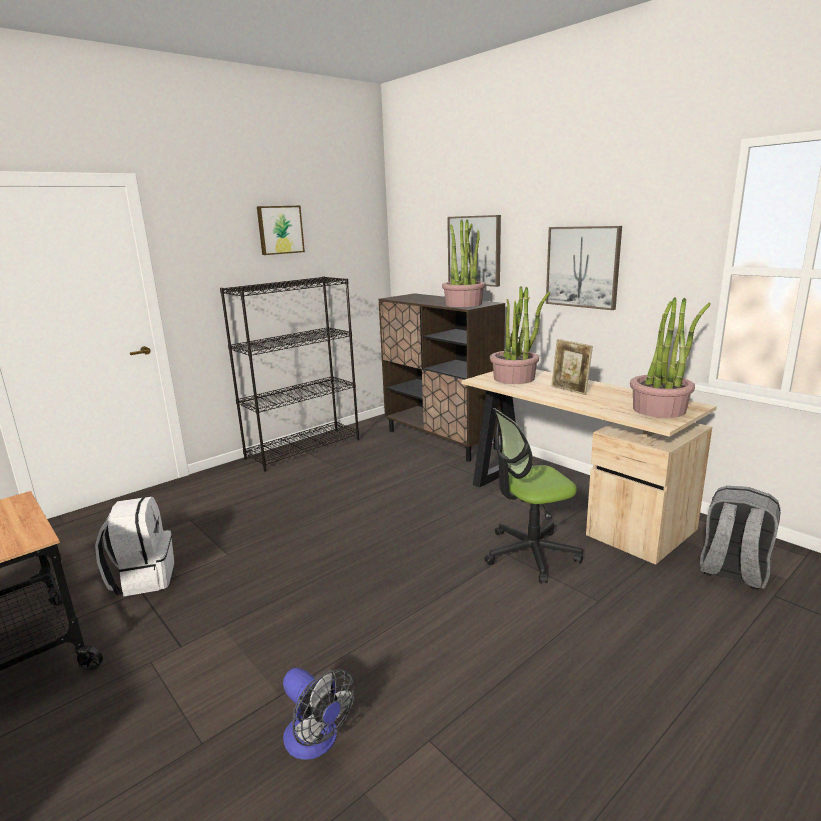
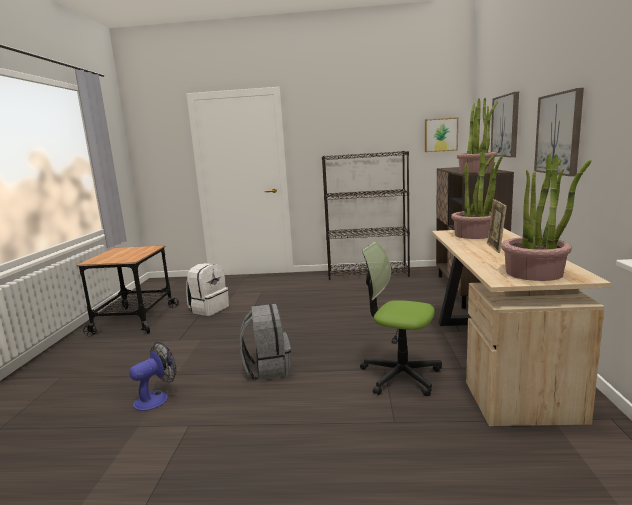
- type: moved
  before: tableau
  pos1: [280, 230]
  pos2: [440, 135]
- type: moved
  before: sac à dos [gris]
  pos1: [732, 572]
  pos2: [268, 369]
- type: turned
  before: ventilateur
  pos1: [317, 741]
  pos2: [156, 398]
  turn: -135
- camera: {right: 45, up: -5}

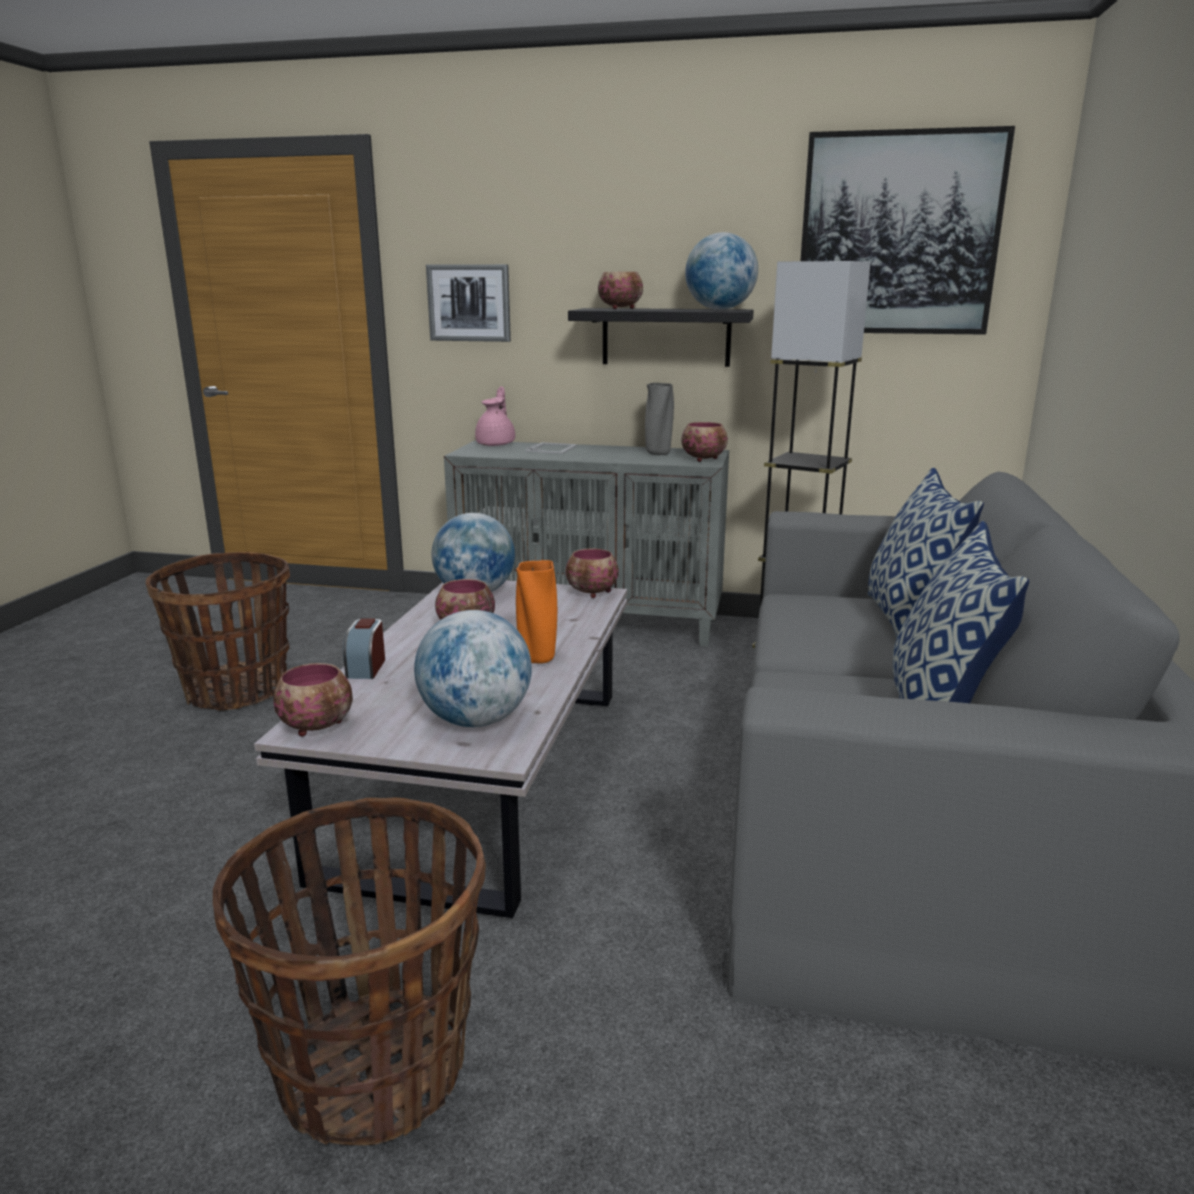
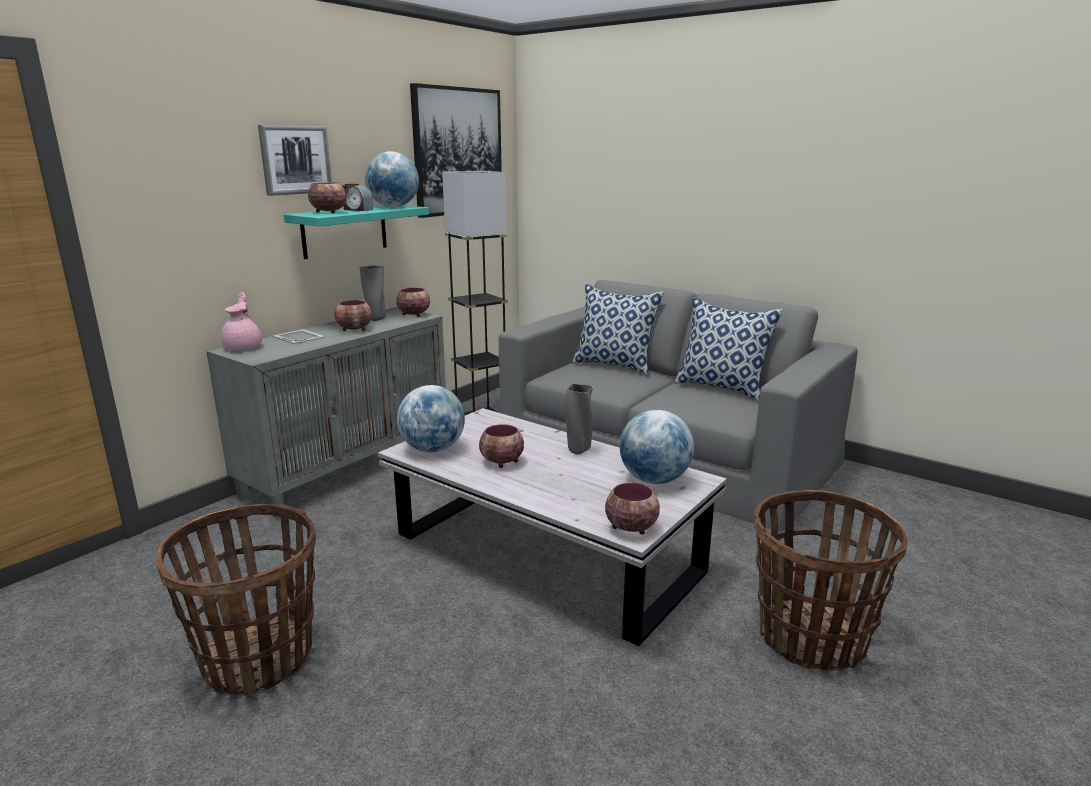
- type: moved
  before: réveil
  pos1: [366, 668]
  pos2: [357, 210]
- type: moved
  before: tableau
  pos1: [469, 303]
  pos2: [295, 160]
- type: moved
  before: bol
  pos1: [592, 593]
  pos2: [355, 330]
- type: recoloured
  before: vase [orange]
  after: vase [gris]
  pos1: [537, 660]
  pos2: [578, 450]
- type: recoloured
  before: étagère [noir]
  after: étagère [turquoise]
  pos1: [666, 337]
  pos2: [345, 231]
- type: turned
  before: théière [rose]
  pos1: [497, 444]
  pos2: [244, 347]
  turn: 45
- camera: {right: -65, up: 0}

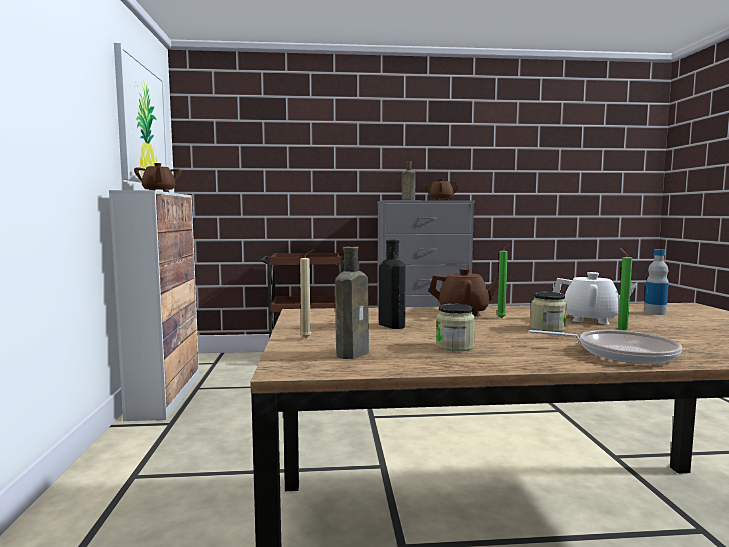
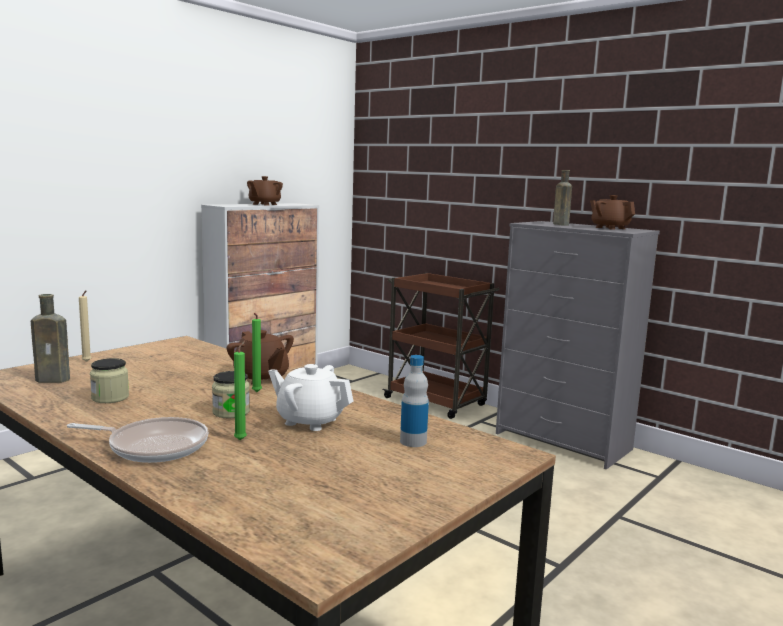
- type: removed
  before: tableau
  pos1: [141, 124]
- type: removed
  before: bouteille [noir]
  pos1: [390, 325]
- type: turned
  before: poêle
  pos1: [619, 353]
  pos2: [153, 446]
  turn: -60
- type: turned
  before: théière [blanc]
  pos1: [590, 319]
  pos2: [310, 421]
  turn: 135
- camera: {right: 45, up: 5}

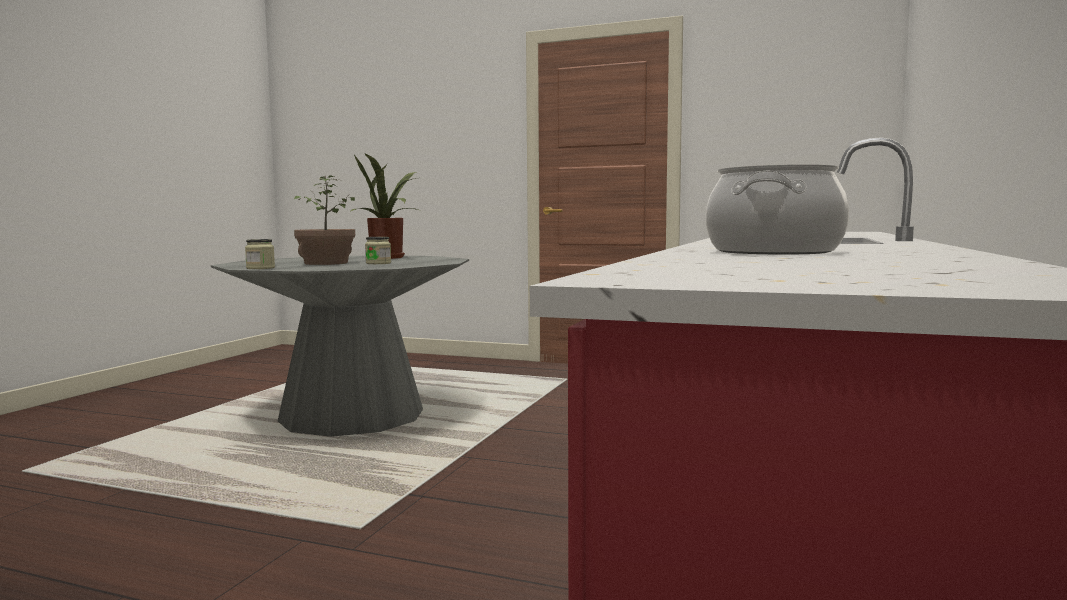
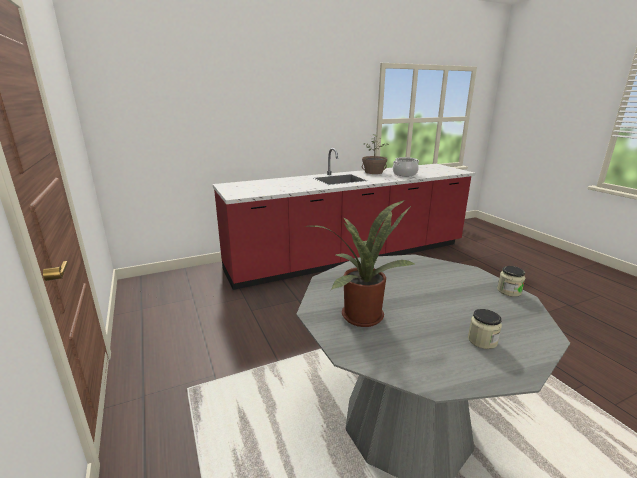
- type: moved
  before: plante en pot
  pos1: [326, 263]
  pos2: [373, 172]
- type: moved
  before: bocal
  pos1: [378, 263]
  pos2: [482, 340]
- camera: {right: -135, up: 15}

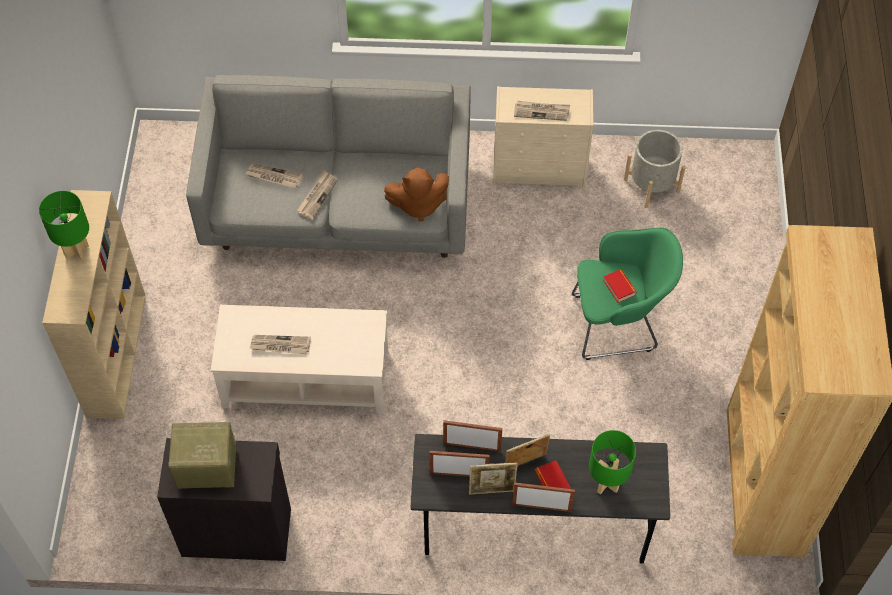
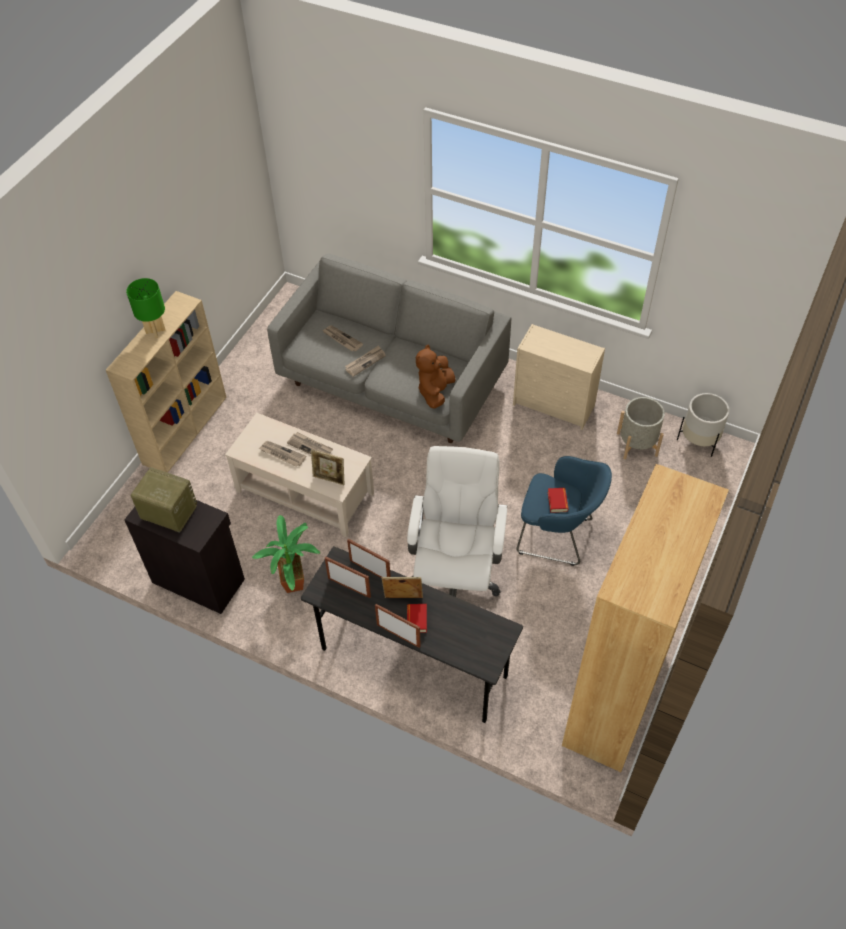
- type: removed
  before: lampe de table [vert]
  pos1: [606, 483]
- type: added
  after: plante en pot
  pos2: [295, 581]
- type: added
  after: chaise de bureau [blanc]
  pos2: [455, 575]
- type: added
  after: cache-pot [blanc]
  pos2: [699, 440]
- type: moved
  before: cadre photo
  pos1: [492, 490]
  pos2: [329, 479]
- type: moved
  before: journal
  pos1: [542, 111]
  pos2: [310, 447]
- type: recoloured
  before: fauteuil [vert]
  after: fauteuil [bleu]
  pos1: [618, 323]
  pos2: [558, 536]
- type: turned
  before: peluche [marron]
  pos1: [419, 204]
  pos2: [435, 391]
  turn: 90
- camera: {right: 25, up: -5}

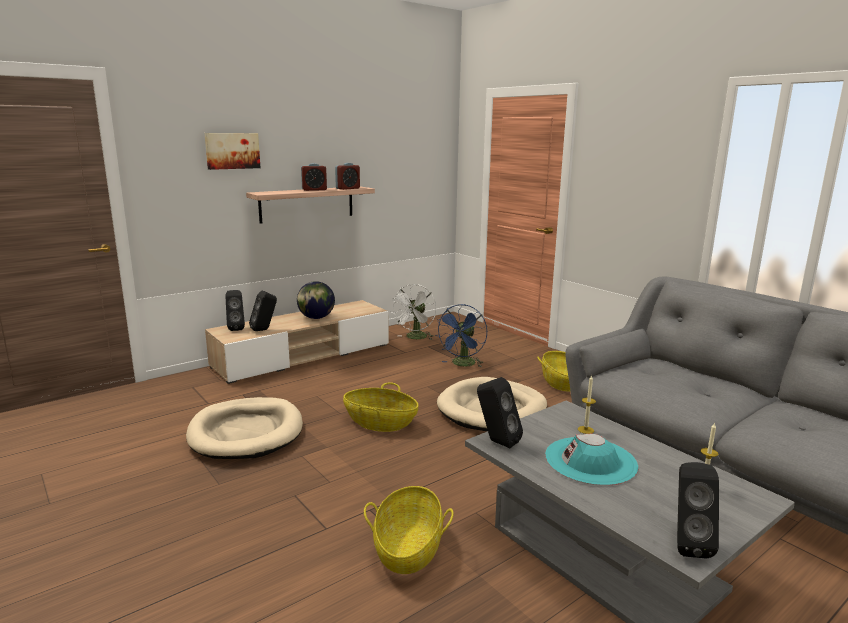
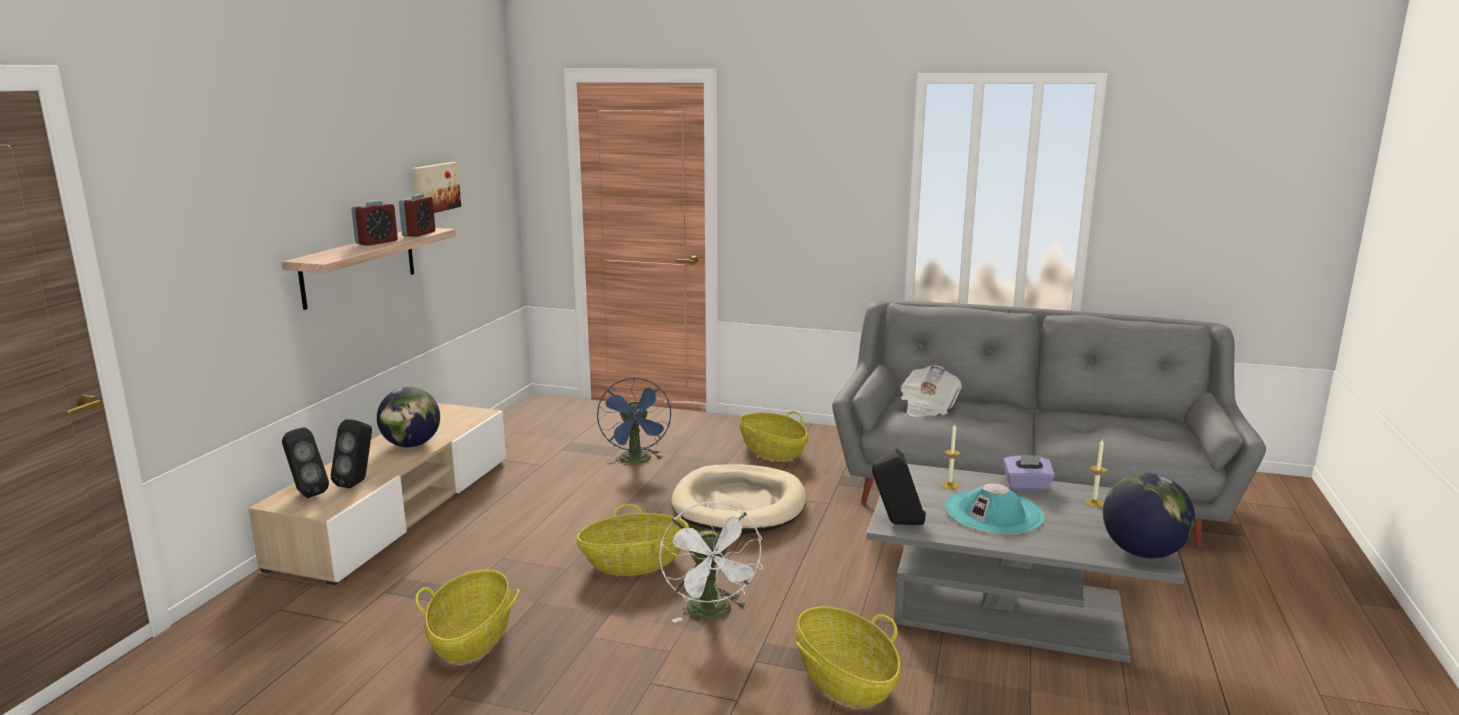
- type: added
  after: journal
  pos2: [927, 408]
- type: added
  after: boîte à mouchoirs [violet]
  pos2: [1027, 486]
- type: moved
  before: tableau
  pos1: [232, 150]
  pos2: [434, 188]
- type: moved
  before: ventilateur [blanc]
  pos1: [415, 338]
  pos2: [713, 614]
- type: replaced
  before: panier pour chien [beige]
  after: panier
  pos1: [246, 432]
  pos2: [471, 638]
- type: replaced
  before: enceinte [noir]
  after: globe
  pos1: [686, 543]
  pos2: [1142, 552]
- camera: {right: -35, up: 0}

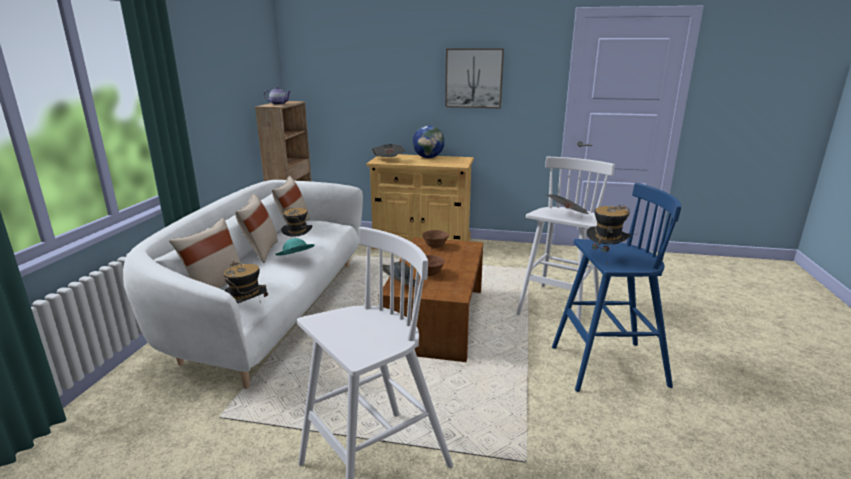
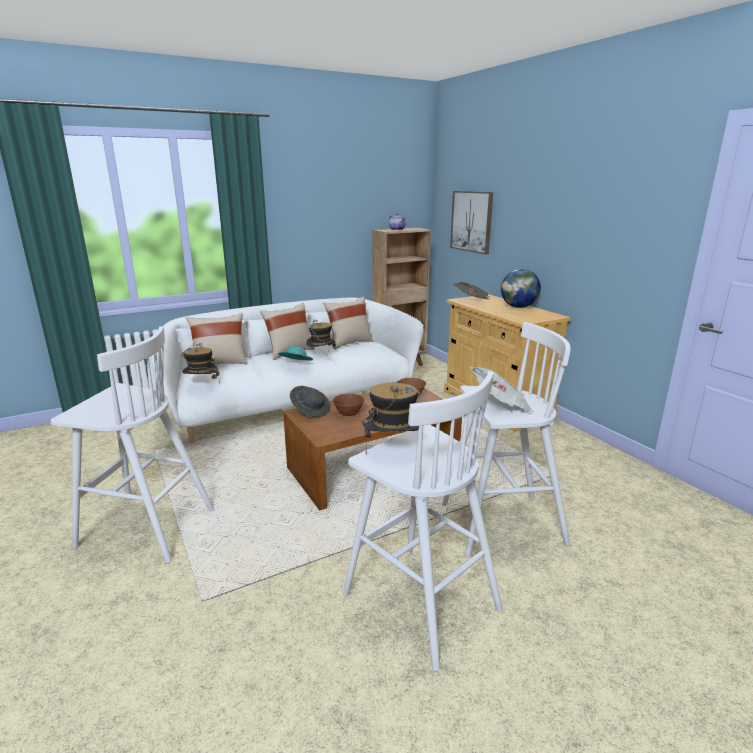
- type: moved
  before: tableau
  pos1: [474, 78]
  pos2: [472, 221]
- type: recoloured
  before: tabouret [bleu]
  after: tabouret [blanc]
  pos1: [606, 366]
  pos2: [418, 600]
- camera: {right: 50, up: 0}

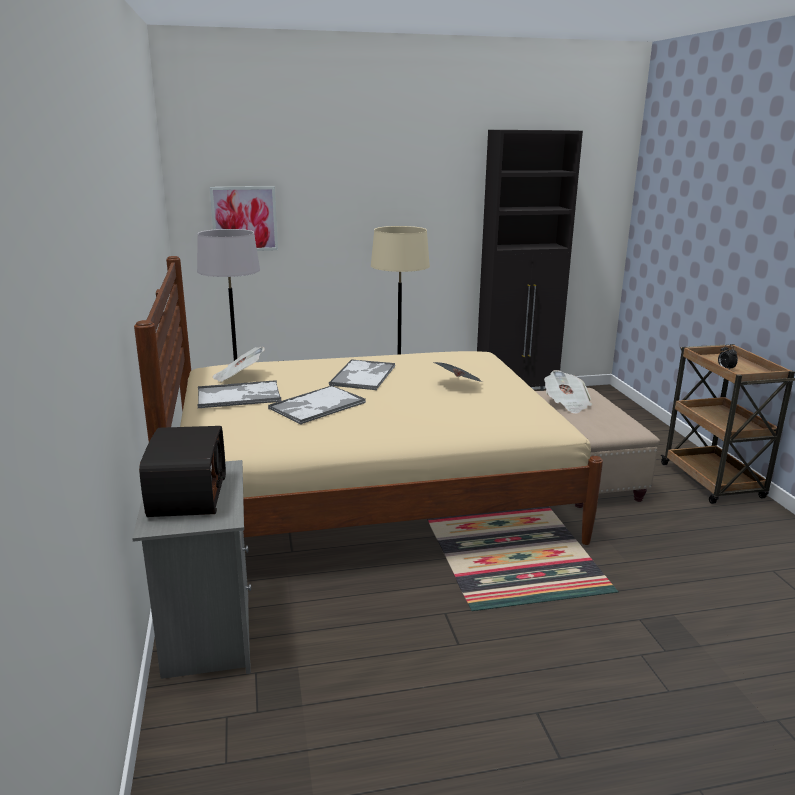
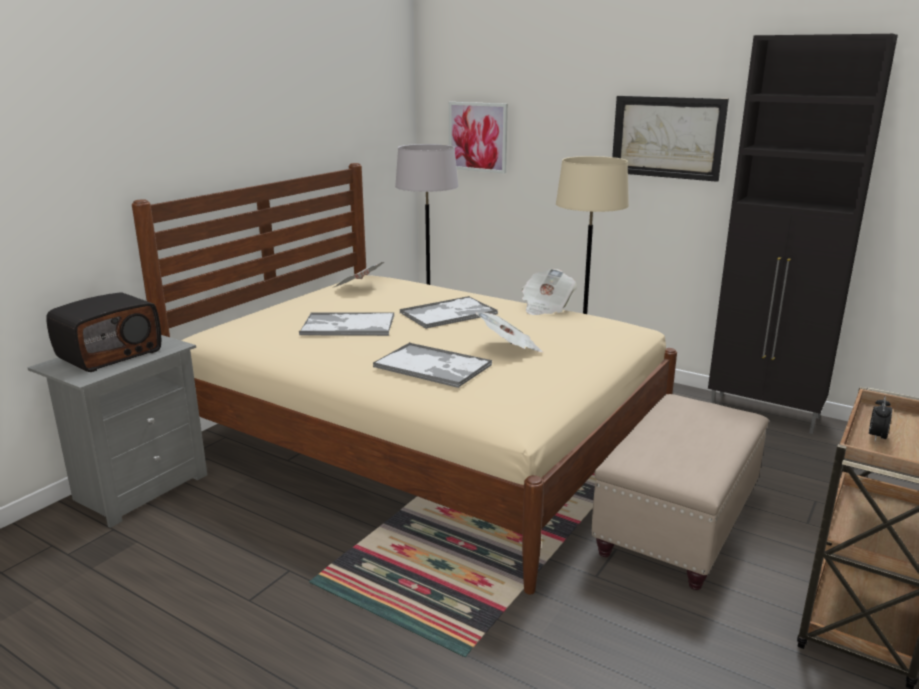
- type: added
  after: tableau
  pos2: [667, 137]
- type: moved
  before: plateau
  pos1: [239, 396]
  pos2: [433, 366]
- type: moved
  before: journal
  pos1: [566, 404]
  pos2: [546, 307]
- camera: {right: 45, up: 0}

